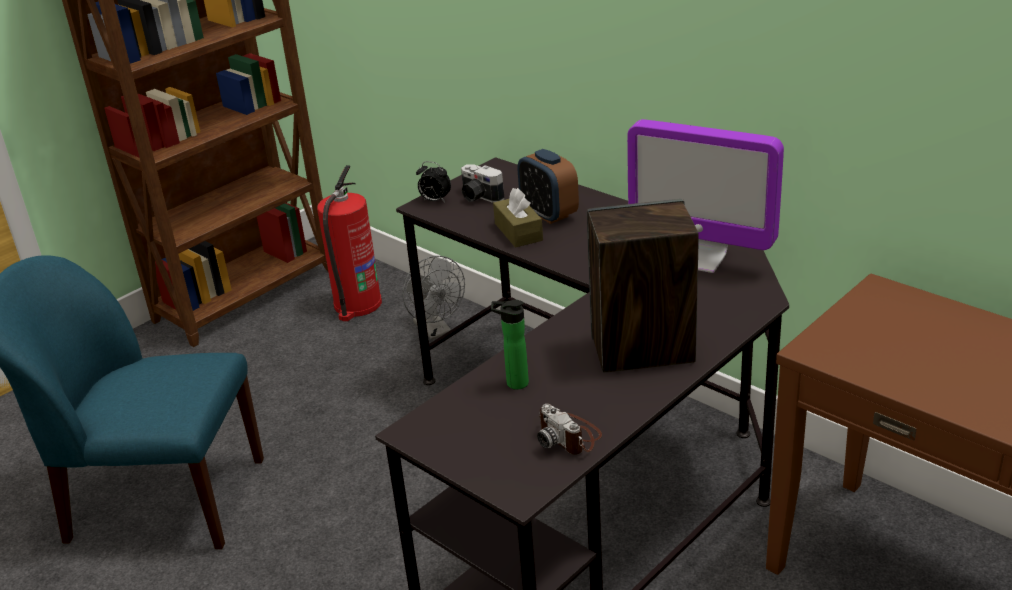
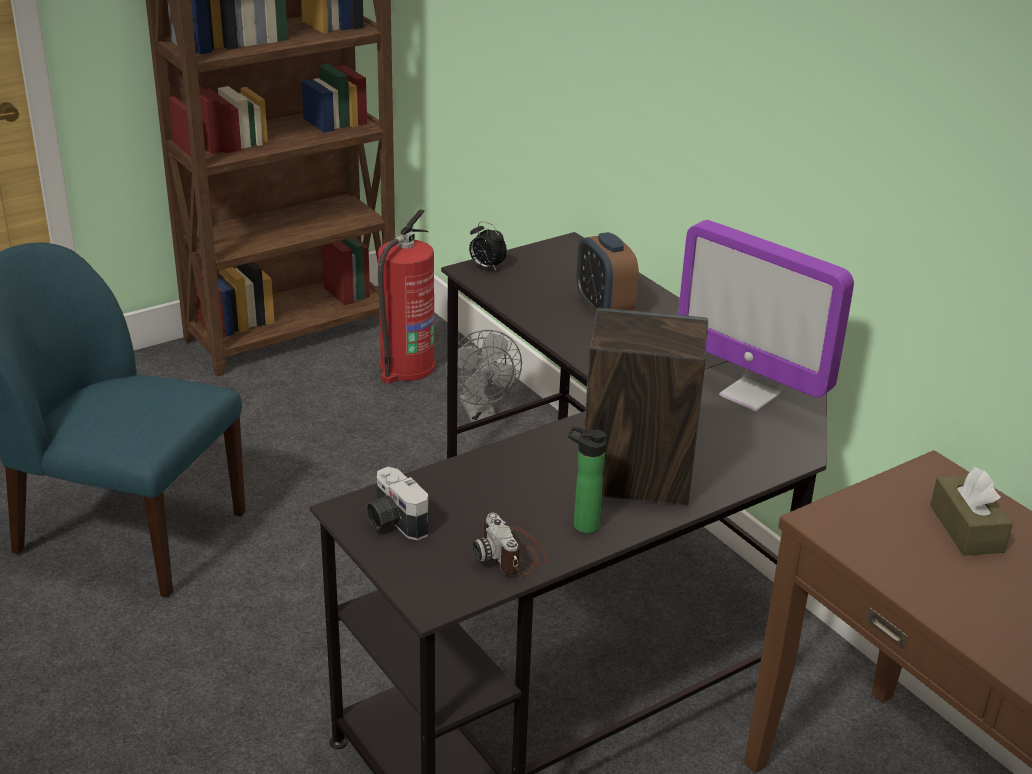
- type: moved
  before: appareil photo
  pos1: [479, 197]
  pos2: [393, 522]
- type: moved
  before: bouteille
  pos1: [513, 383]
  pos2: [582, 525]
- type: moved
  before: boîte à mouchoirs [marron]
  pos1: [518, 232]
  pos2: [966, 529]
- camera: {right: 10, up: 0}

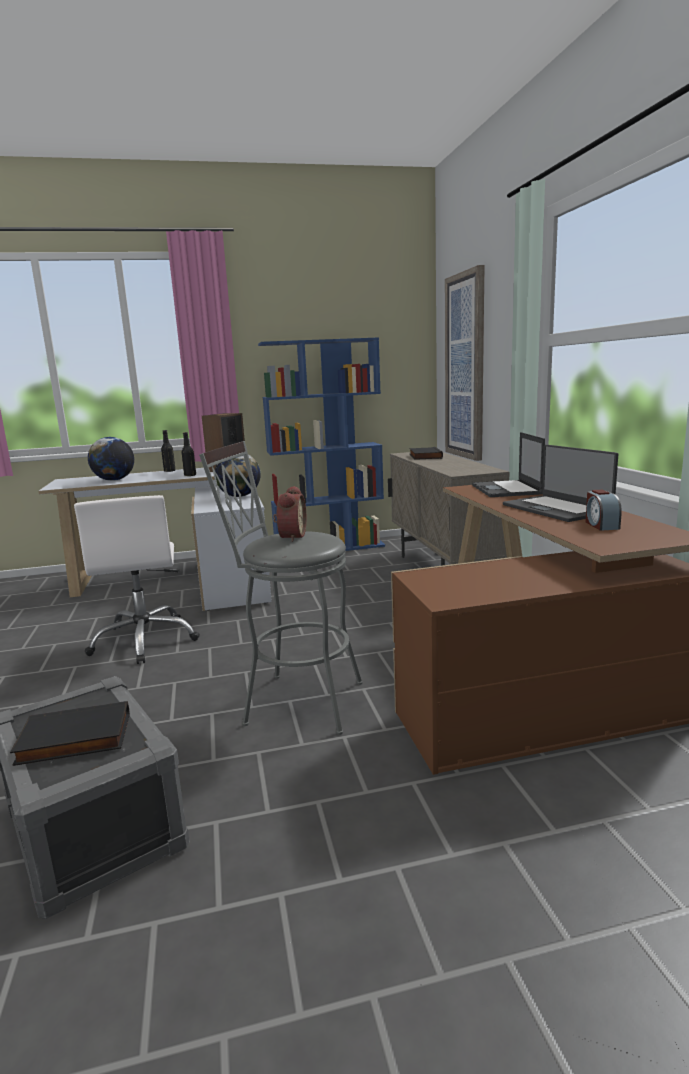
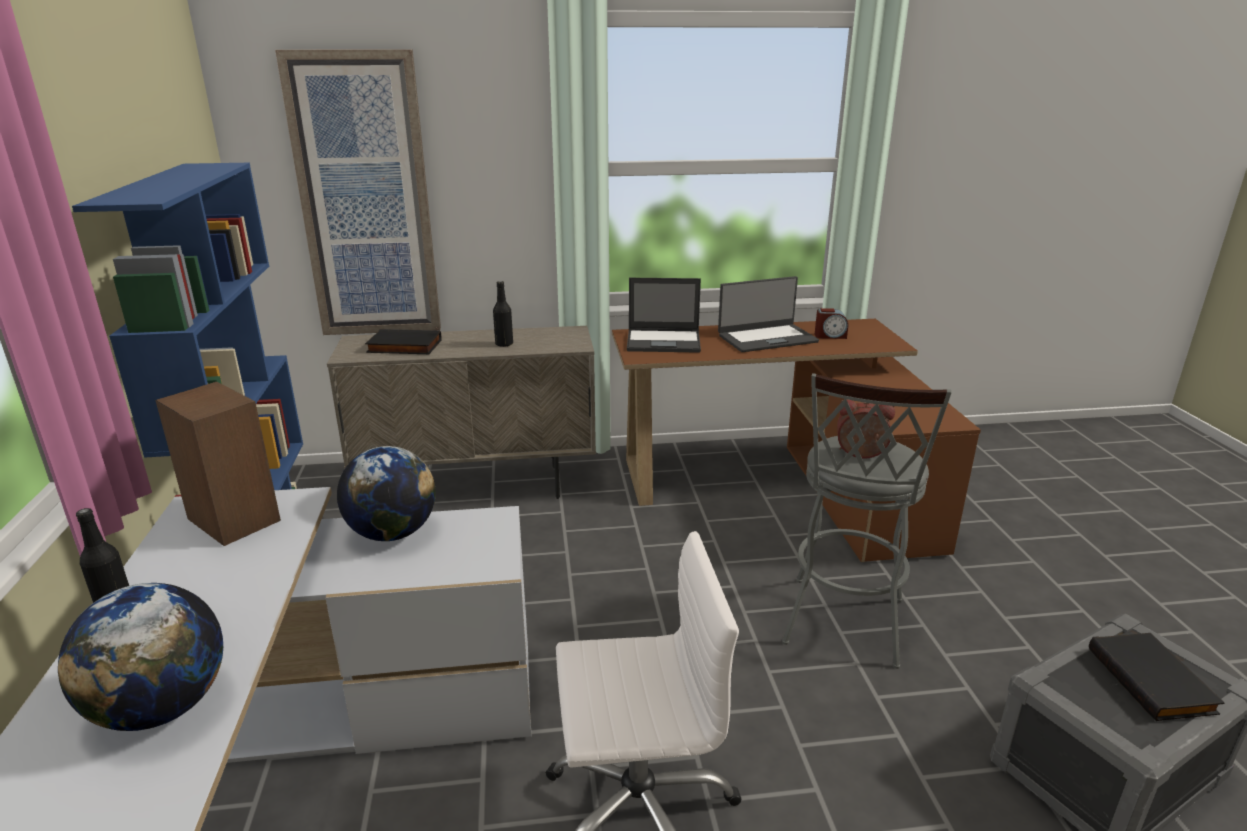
- type: moved
  before: bouteille [noir]
  pos1: [190, 475]
  pos2: [504, 344]
- camera: {right: -85, up: 10}

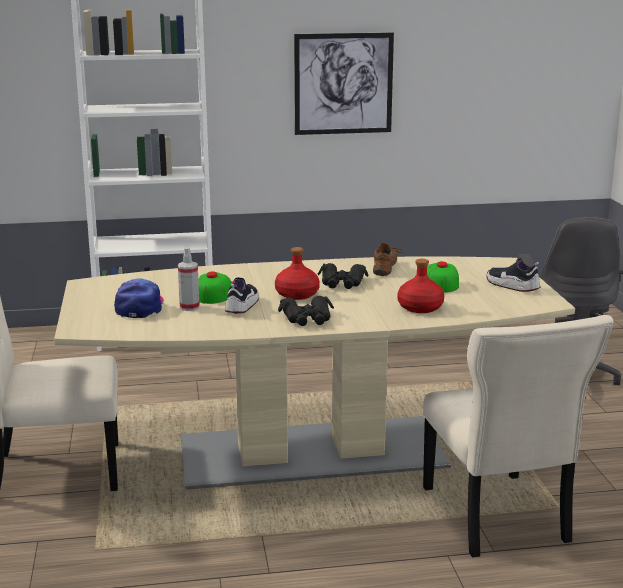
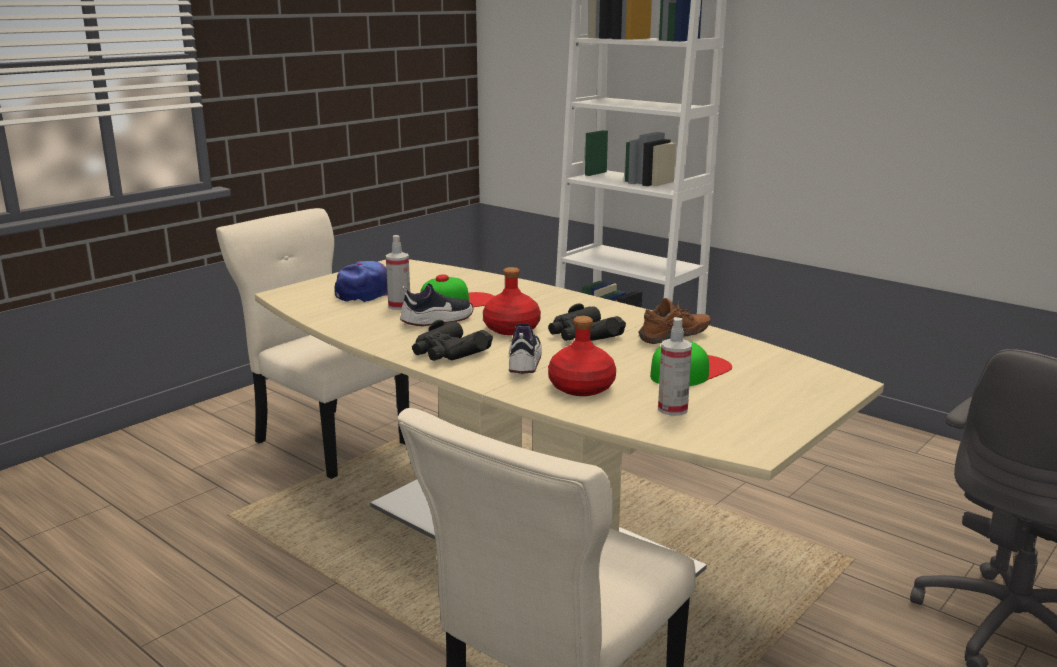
- type: removed
  before: tableau
  pos1: [343, 84]
- type: added
  after: vaporisateur
  pos2: [672, 409]
- type: moved
  before: chaussure
  pos1: [512, 286]
  pos2: [524, 363]
- camera: {right: 50, up: 0}

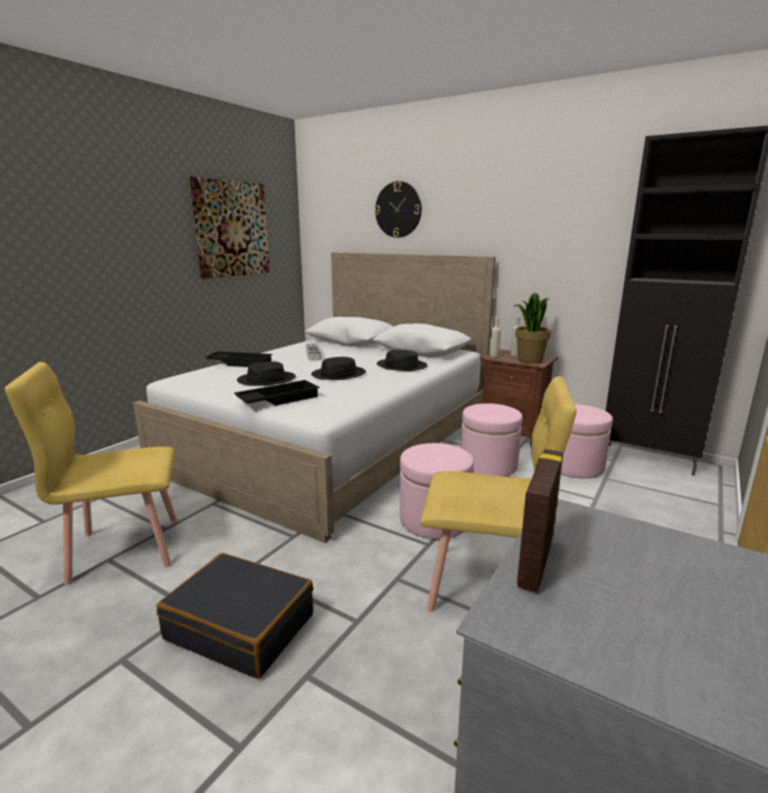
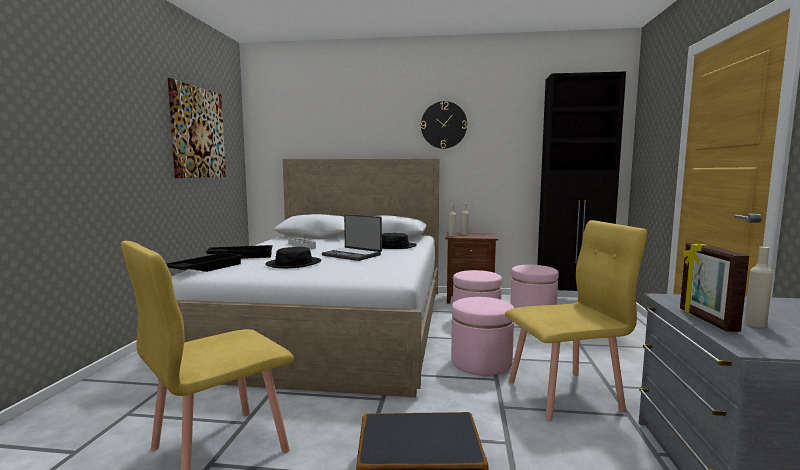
- type: removed
  before: plante en pot
  pos1: [529, 360]
- type: added
  after: bouteille [beige]
  pos2: [755, 324]
- type: moved
  before: plateau [noir]
  pos1: [278, 399]
  pos2: [205, 268]
- type: moved
  before: horloge murale
  pos1: [398, 209]
  pos2: [443, 125]
- type: replaced
  before: chapeau [noir]
  after: ordinateur portable
  pos1: [339, 374]
  pos2: [352, 255]
- camera: {right: -25, up: -10}

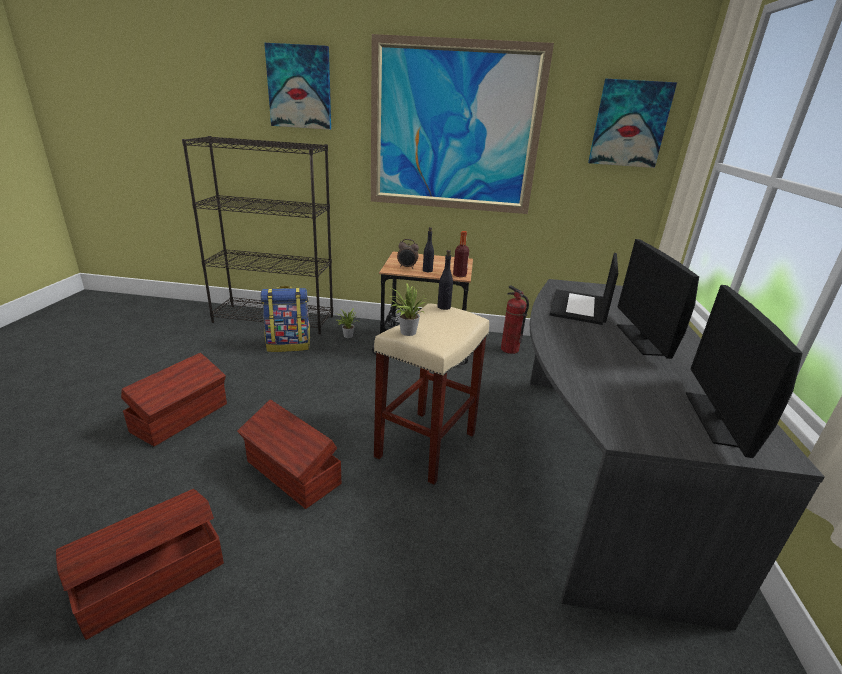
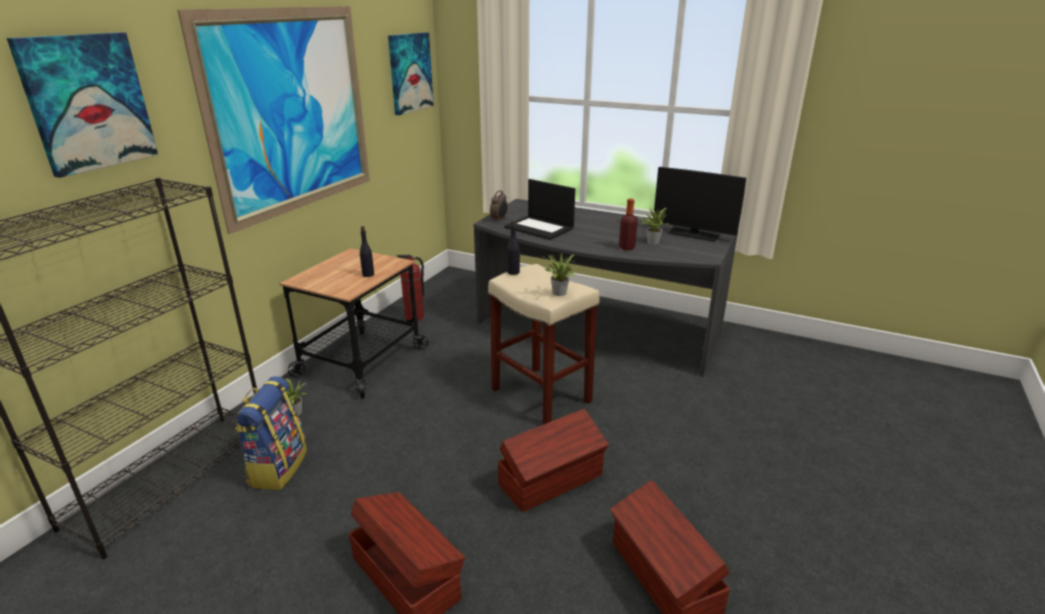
- type: removed
  before: écran d'ordinateur
  pos1: [643, 339]
- type: added
  after: plante en pot
  pos2: [651, 242]
- type: moved
  before: réveil
  pos1: [407, 267]
  pos2: [499, 220]
- type: moved
  before: bouteille
  pos1: [459, 275]
  pos2: [626, 248]
- camera: {right: -70, up: 0}

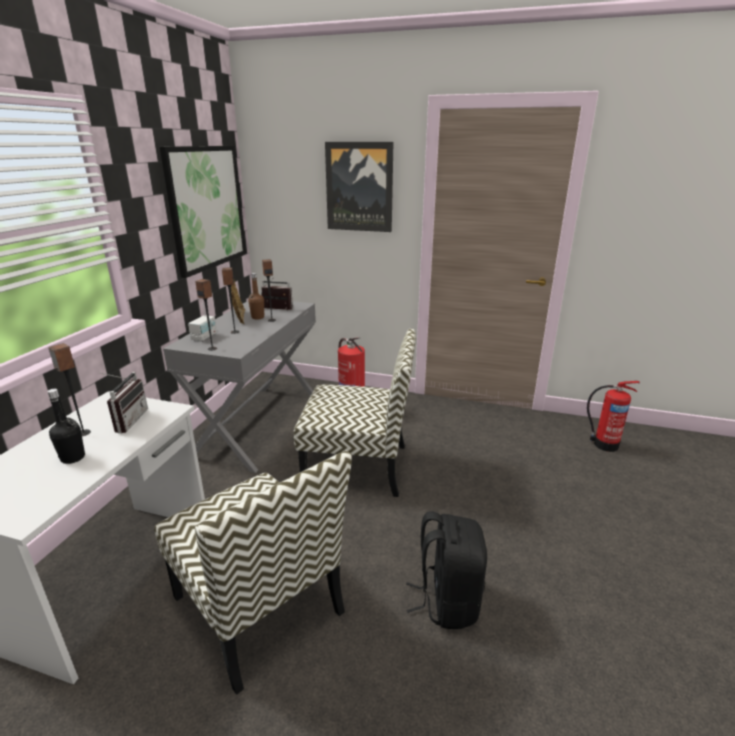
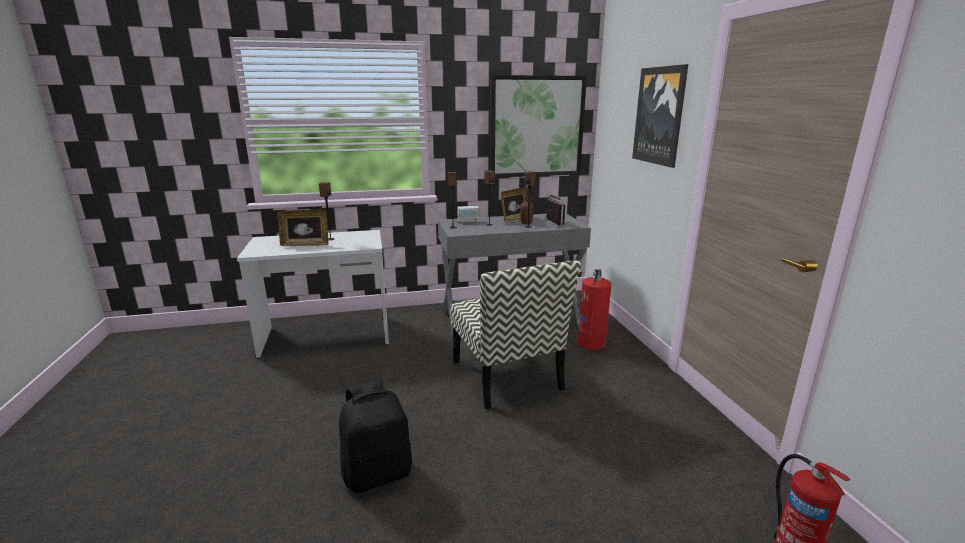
- type: removed
  before: radio
  pos1: [127, 420]
- type: removed
  before: chaise
  pos1: [260, 606]
- type: replaced
  before: bouteille [noir]
  after: cadre photo
  pos1: [73, 458]
  pos2: [305, 244]
- camera: {right: 60, up: -5}

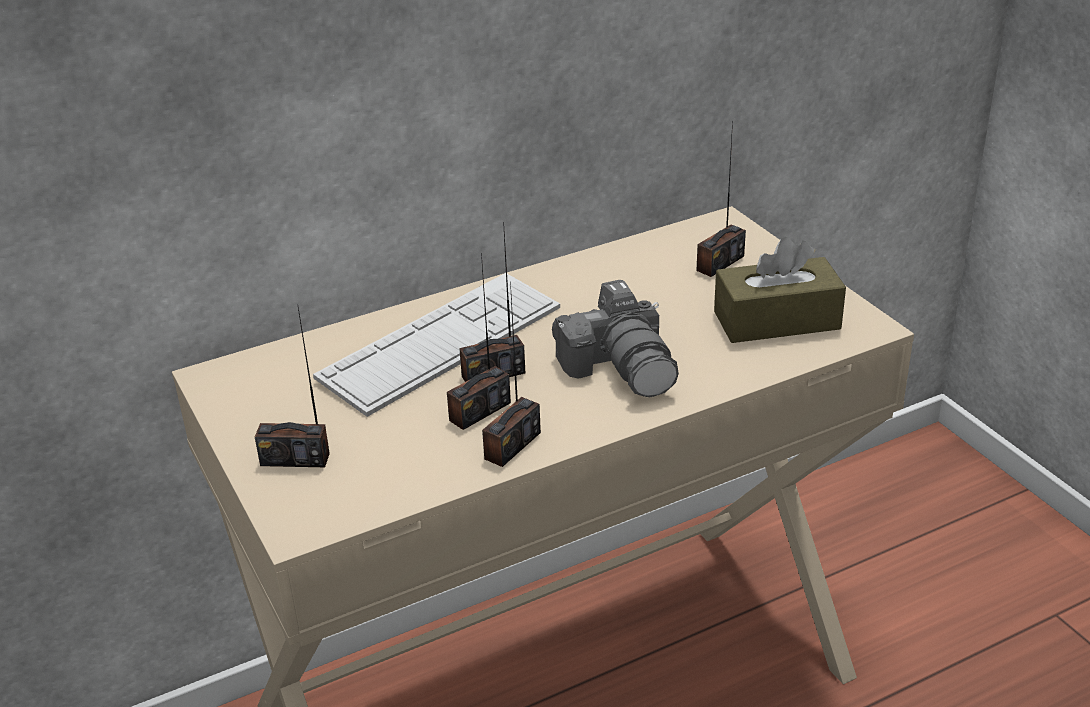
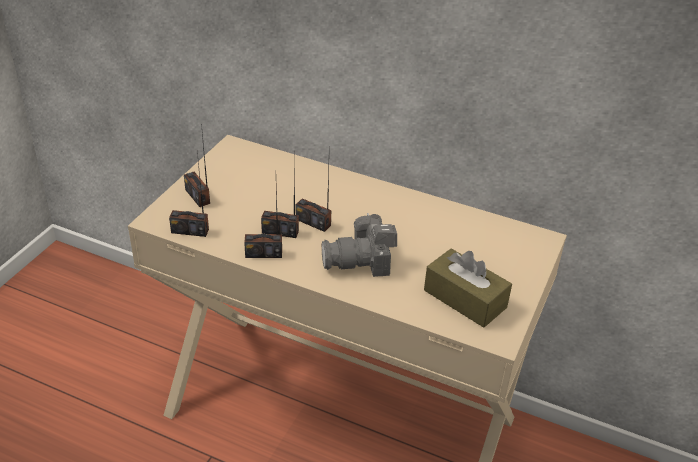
- type: removed
  before: clavier
  pos1: [441, 343]
- type: moved
  before: radio
  pos1: [720, 263]
  pos2: [190, 231]
- type: turned
  before: appareil photo
  pos1: [621, 366]
  pos2: [362, 260]
  turn: 45
- camera: {right: 50, up: 5}

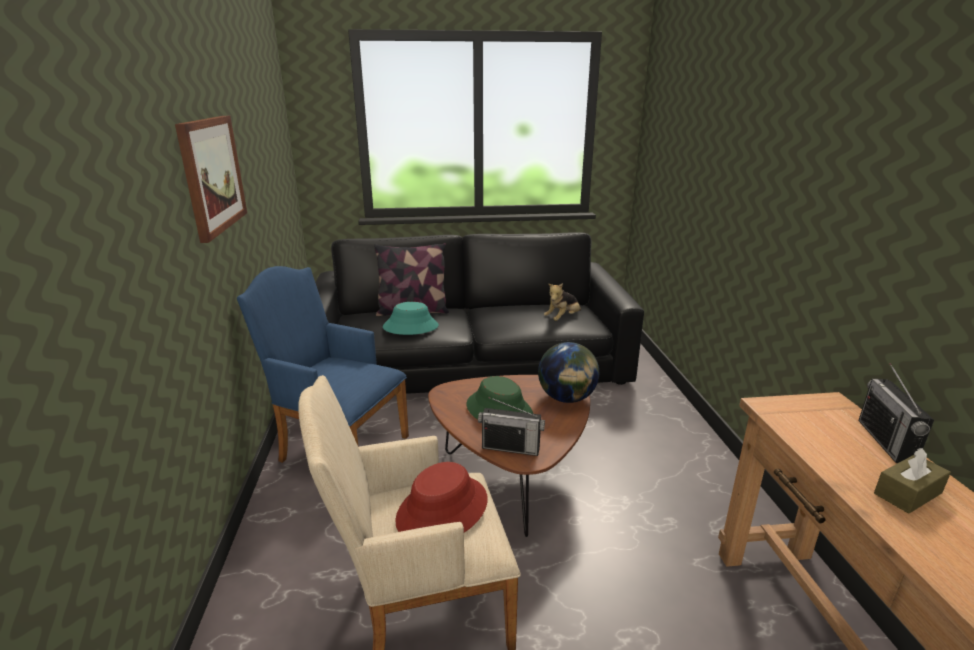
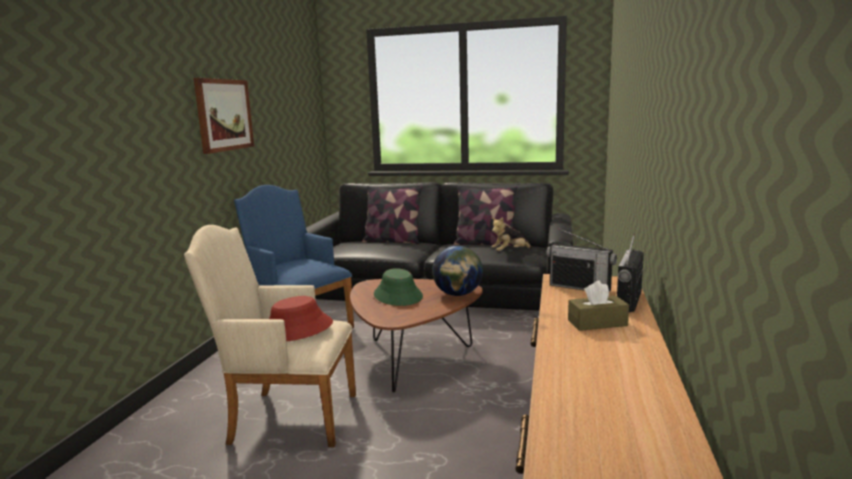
- type: removed
  before: chapeau [turquoise]
  pos1: [410, 326]
- type: added
  after: coussin
  pos2: [485, 244]
- type: moved
  before: radio
  pos1: [511, 448]
  pos2: [580, 287]
- camera: {right: 20, up: -10}

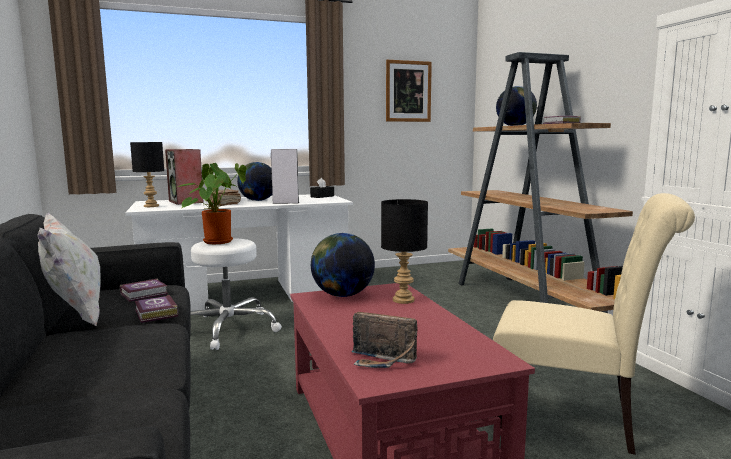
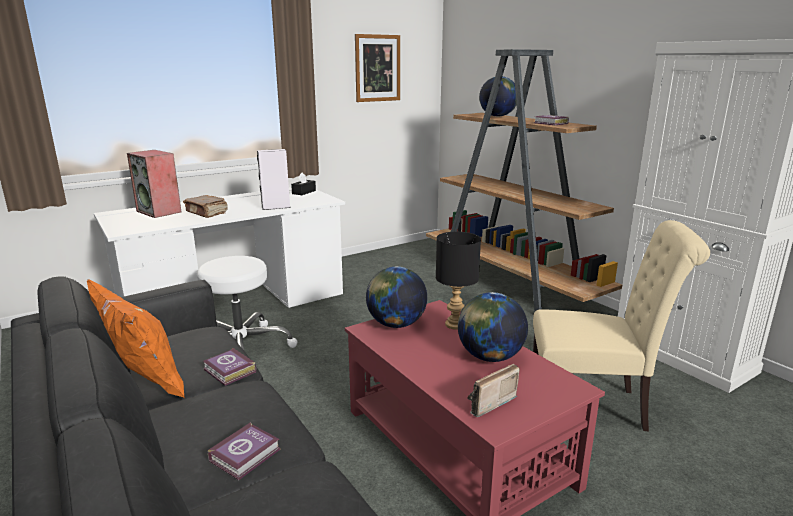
- type: removed
  before: lampe de table [noir]
  pos1: [152, 206]
- type: removed
  before: plante en pot
  pos1: [217, 241]
- type: moved
  before: livre
  pos1: [145, 294]
  pos2: [247, 455]
- type: moved
  before: globe
  pos1: [257, 200]
  pos2: [489, 357]
- type: recoloured
  before: coussin [blanc]
  after: coussin [orange]
  pos1: [75, 315]
  pos2: [144, 385]
- type: turned
  before: radio
  pos1: [382, 361]
  pos2: [486, 403]
  turn: 135
- camera: {right: -15, up: 10}

